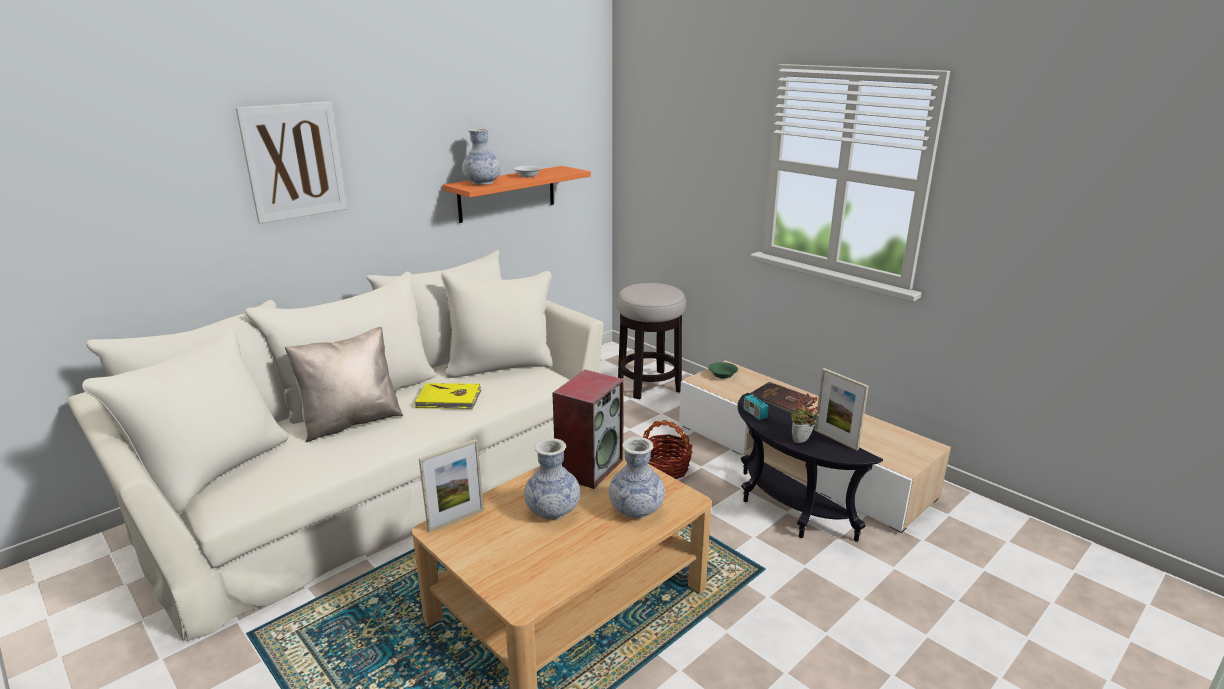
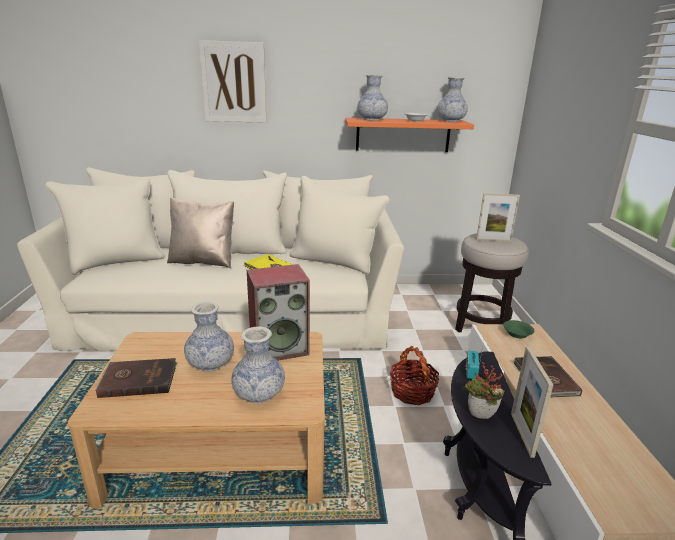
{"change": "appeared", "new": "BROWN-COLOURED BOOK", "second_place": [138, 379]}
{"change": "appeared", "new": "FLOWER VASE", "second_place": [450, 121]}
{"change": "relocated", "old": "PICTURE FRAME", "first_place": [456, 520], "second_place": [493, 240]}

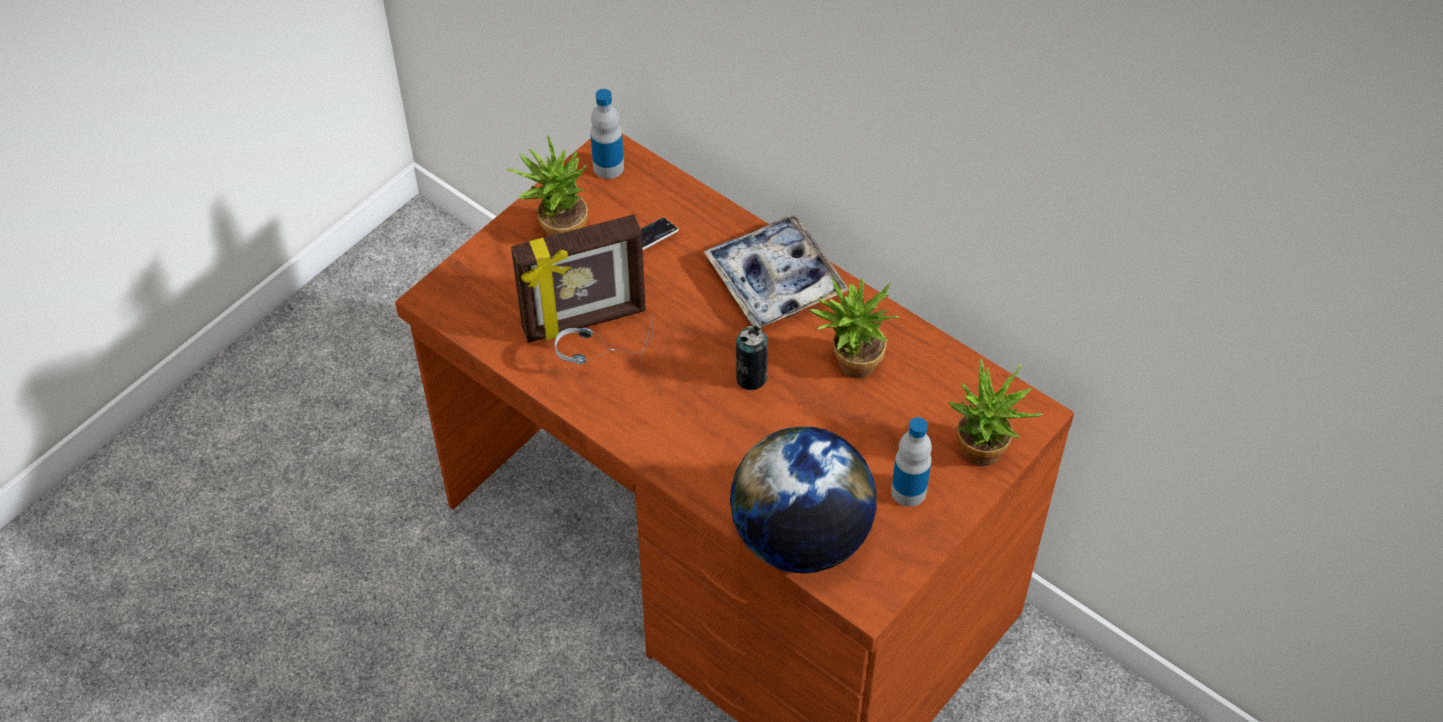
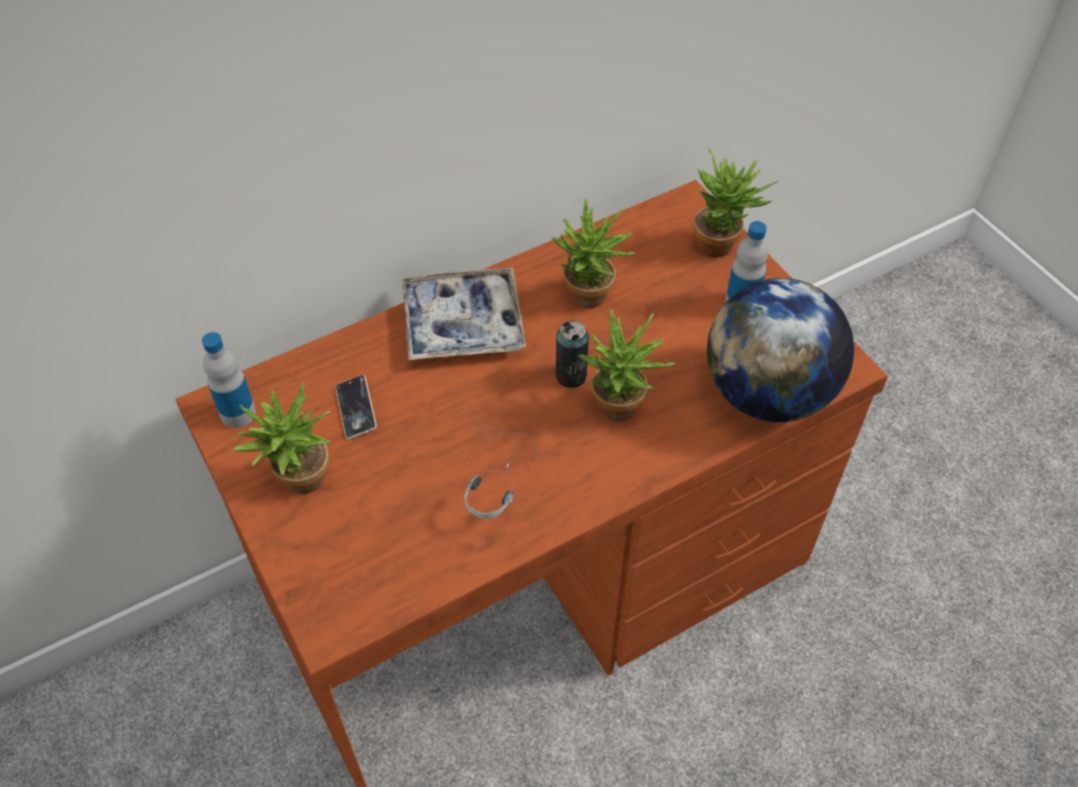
{"change": "appeared", "new": "HOUSEPLANT", "second_place": [621, 412]}
{"change": "missing", "old": "PICTURE FRAME", "first_place": [584, 321]}

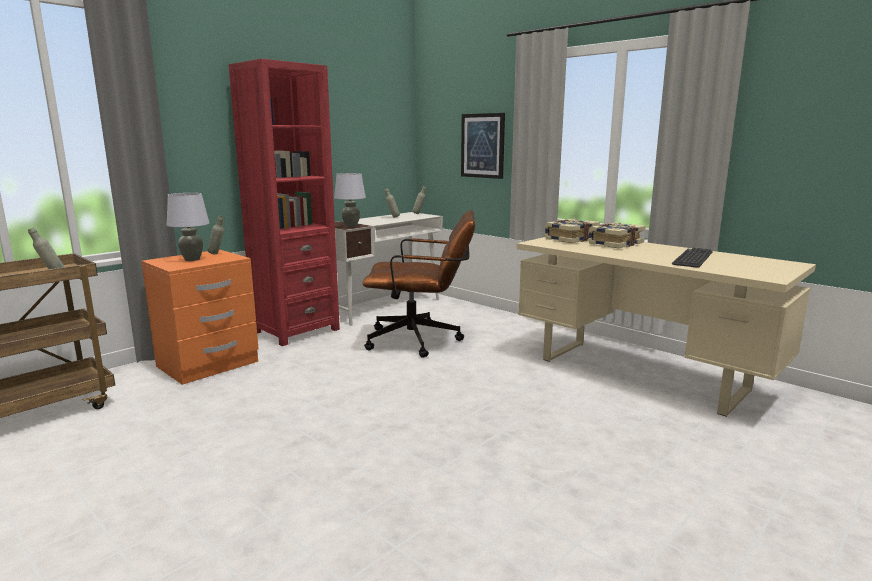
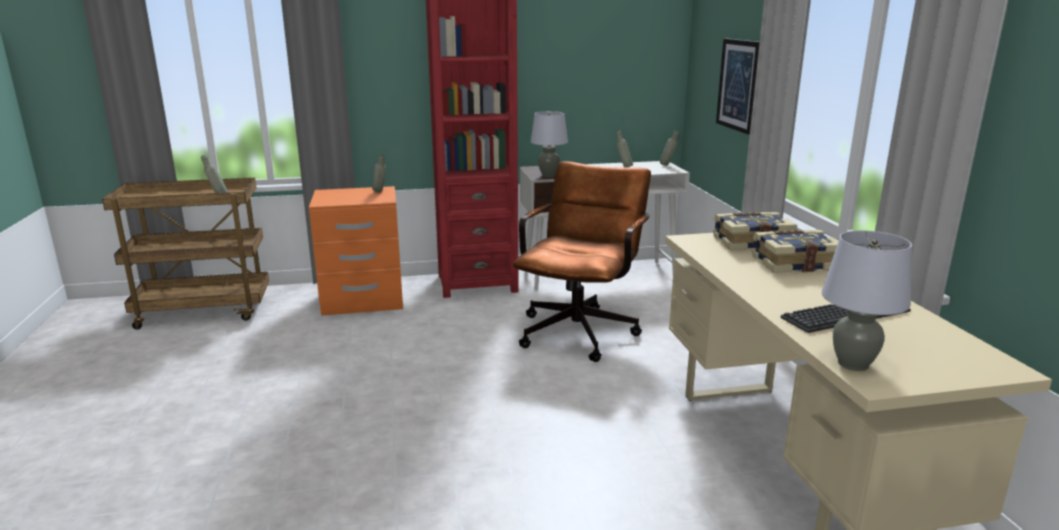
{"change": "spun", "old": "BROWN-COLOURED COMPUTER CHAIR", "first_place": [421, 341], "second_place": [581, 329], "degrees": -105}
{"change": "relocated", "old": "GREYISH LAMP FOR A TABLE", "first_place": [192, 259], "second_place": [853, 364]}

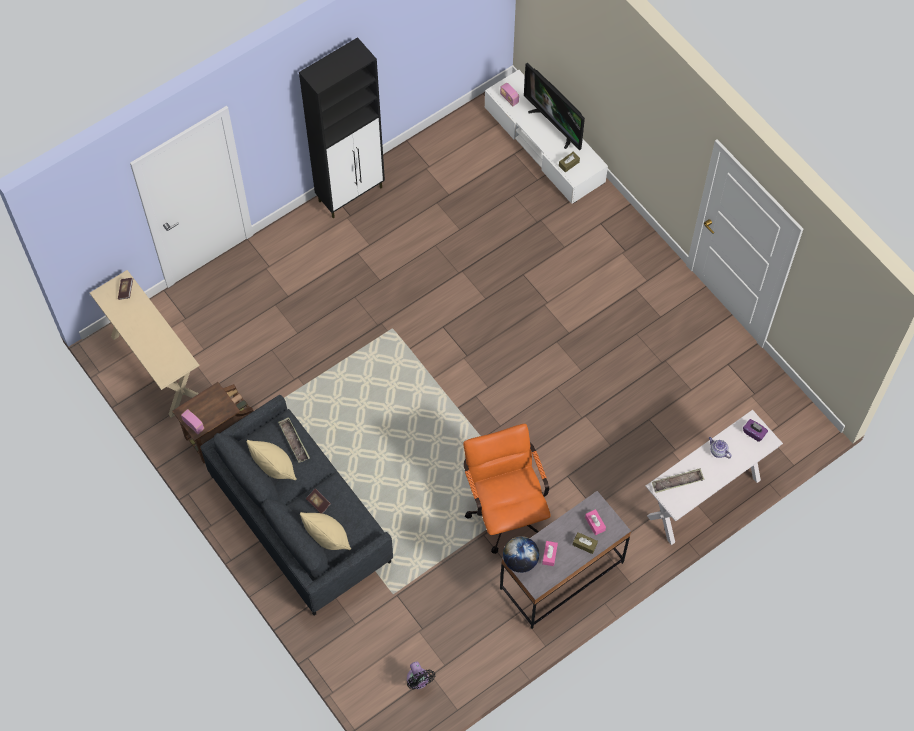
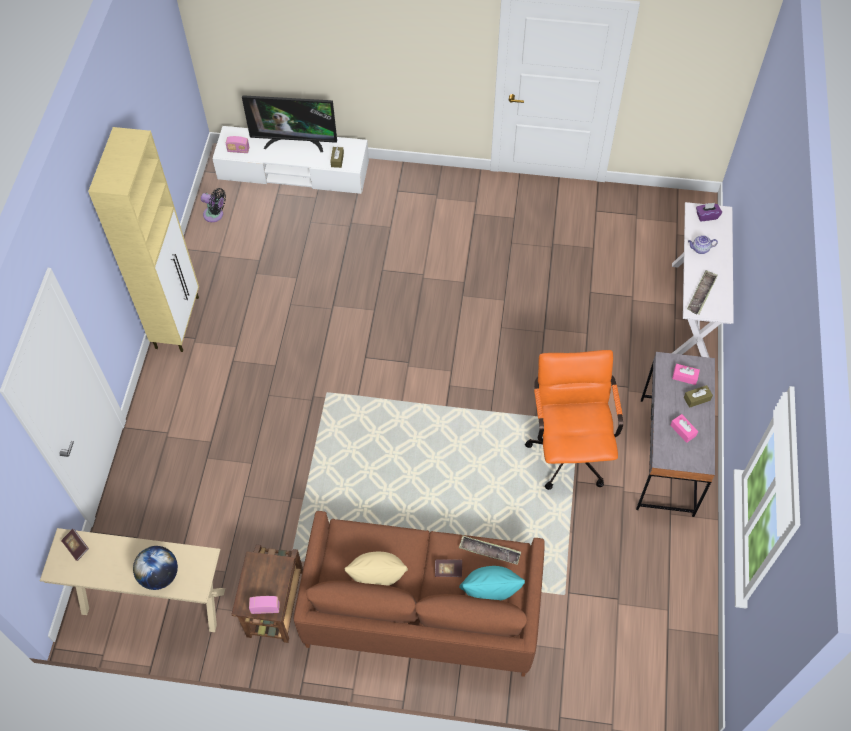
{"change": "colour", "old": "BLACKISH CABINET", "new": "BEIGE CABINET", "first_place": [351, 194], "second_place": [178, 321]}
{"change": "relocated", "old": "WORLD GLOBE", "first_place": [520, 560], "second_place": [160, 575]}
{"change": "relocated", "old": "BLACKISH COOLING FAN", "first_place": [418, 680], "second_place": [215, 215]}
{"change": "colour", "old": "GREYISH COUCH", "new": "BROWN-COLOURED COUCH", "first_place": [300, 518], "second_place": [421, 608]}
{"change": "relocated", "old": "SERVING TRAY", "first_place": [294, 441], "second_place": [489, 551]}
{"change": "colour", "old": "BEIGE THROW PILLOW", "new": "TURQUOISE-COLOURED THROW PILLOW", "first_place": [327, 539], "second_place": [490, 592]}
{"change": "spun", "old": "ORANGE-COLOURED COMPUTER CHAIR", "first_place": [505, 509], "second_place": [569, 447], "degrees": 60}

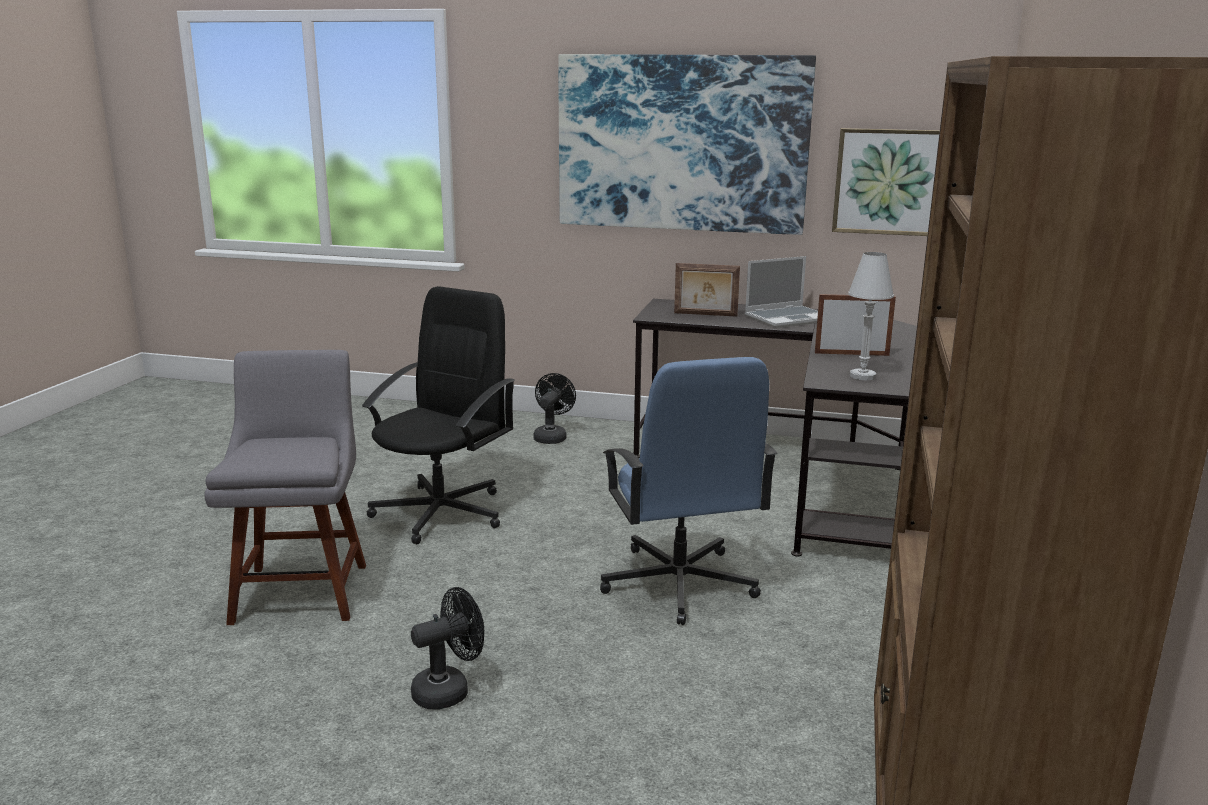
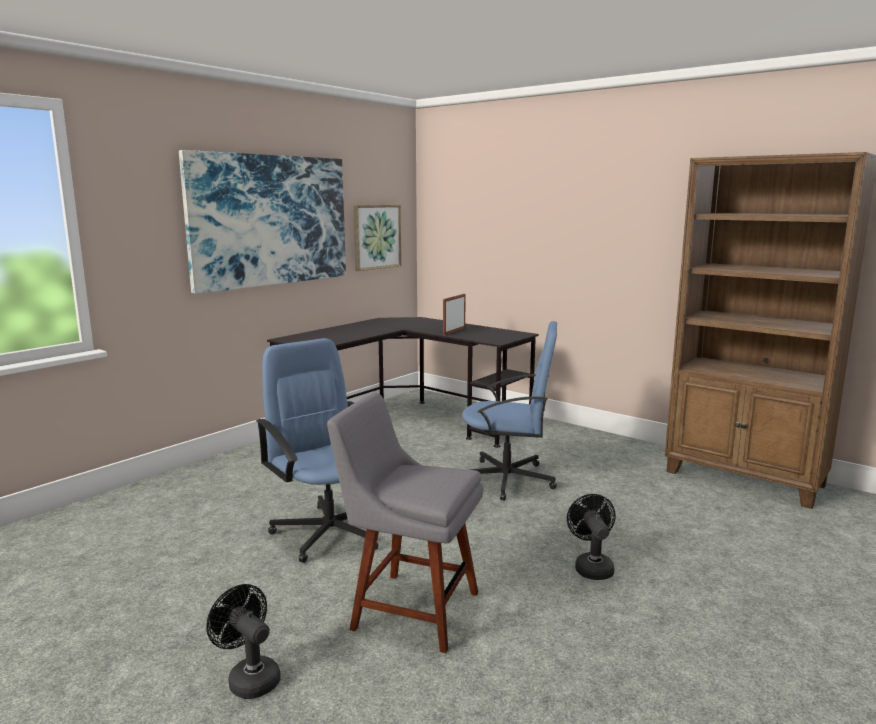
{"change": "relocated", "old": "BLACKISH COOLING FAN", "first_place": [552, 436], "second_place": [249, 678]}
{"change": "colour", "old": "BLACKISH COMPUTER CHAIR", "new": "BLUE COMPUTER CHAIR", "first_place": [442, 512], "second_place": [329, 531]}
{"change": "missing", "old": "PICTURE FRAME", "first_place": [705, 315]}
{"change": "missing", "old": "PORTABLE COMPUTER", "first_place": [788, 318]}
{"change": "missing", "old": "WHITE-COLOURED LAMP FOR A TABLE", "first_place": [862, 376]}

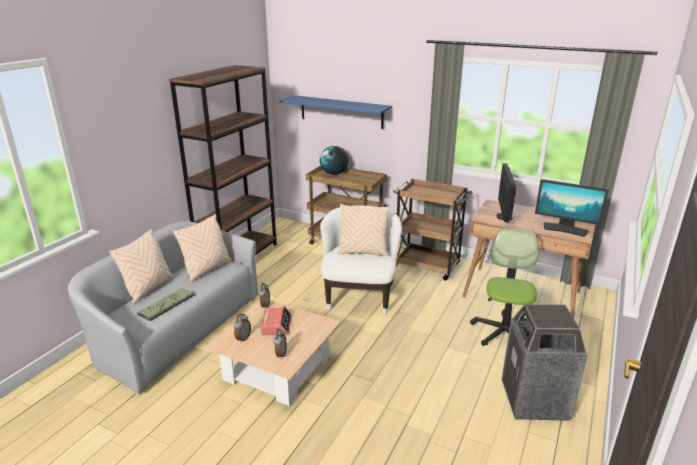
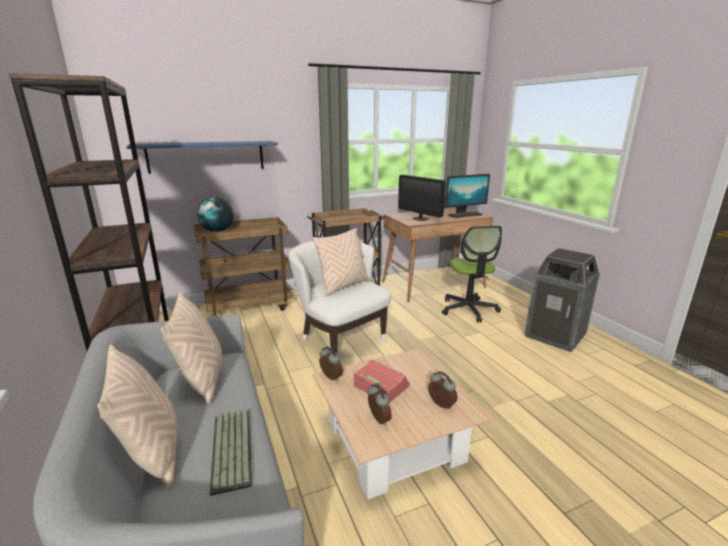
{"change": "spun", "old": "COMPUTER CHAIR", "first_place": [504, 332], "second_place": [469, 309], "degrees": -150}

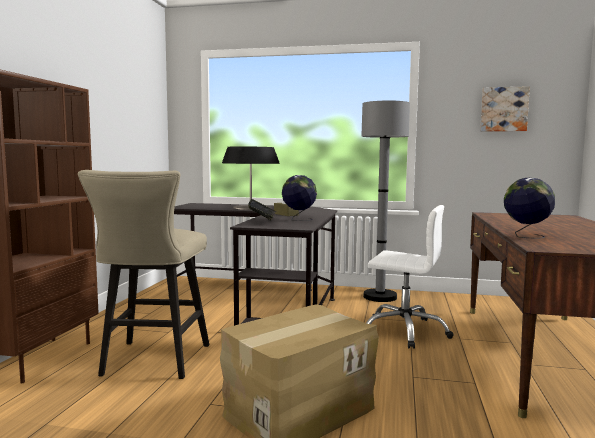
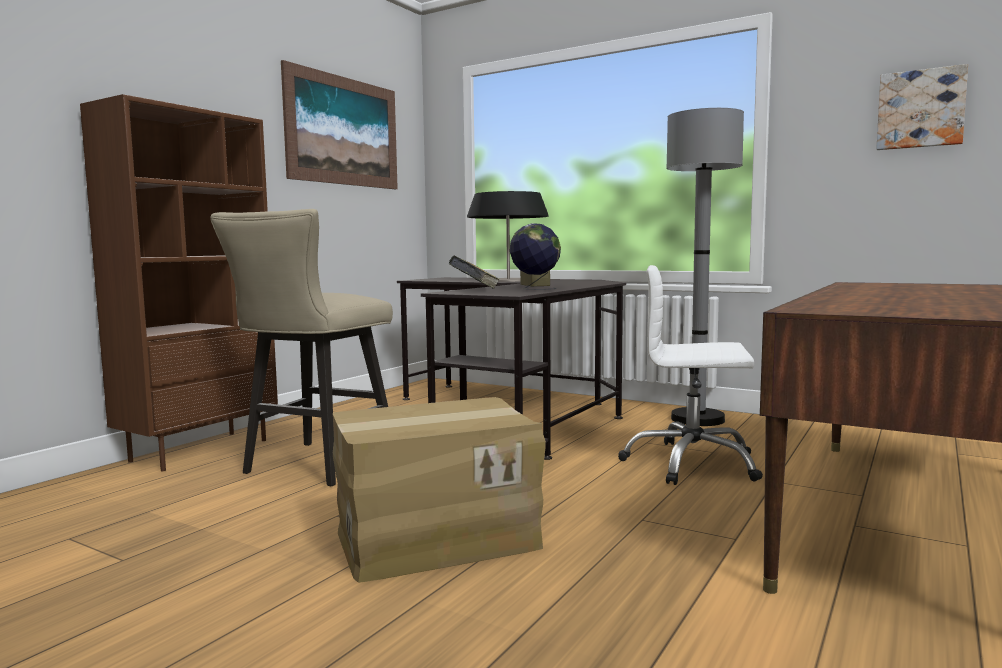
{"change": "appeared", "new": "PICTURE", "second_place": [343, 131]}
{"change": "spun", "old": "WHITE-COLOURED COMPUTER CHAIR", "first_place": [404, 331], "second_place": [691, 464], "degrees": 150}
{"change": "missing", "old": "WORLD GLOBE", "first_place": [526, 236]}

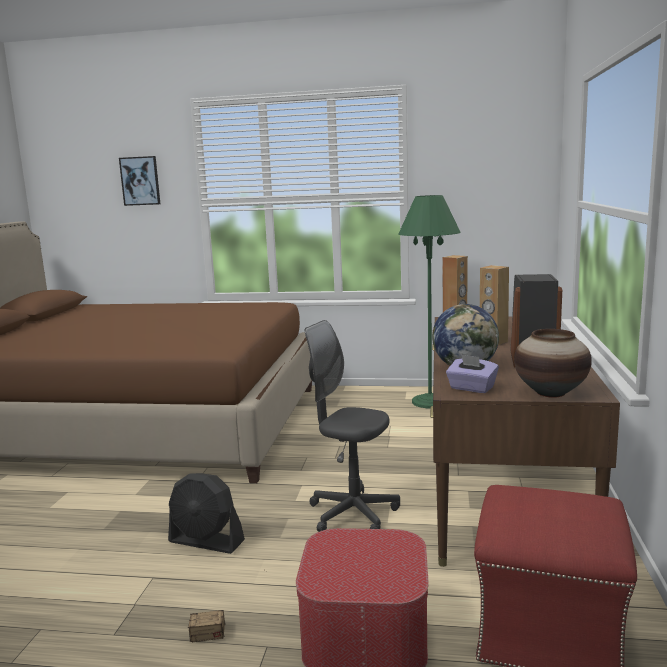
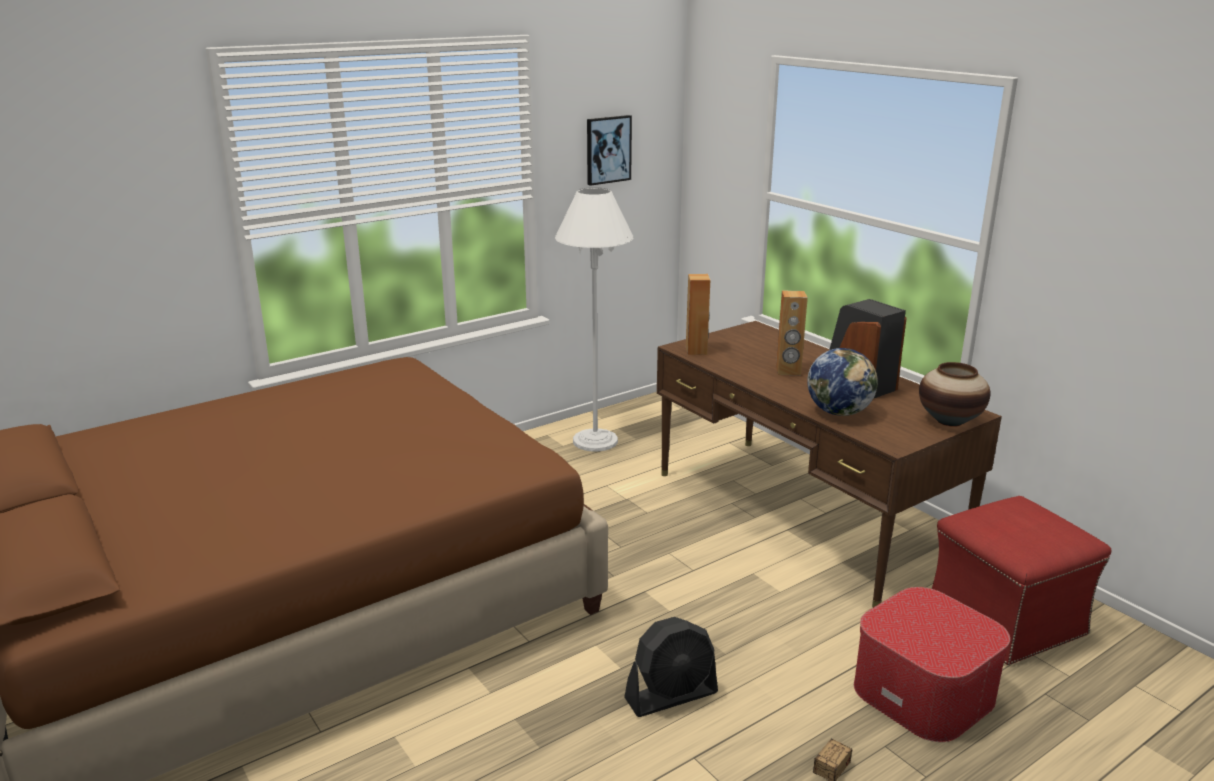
{"change": "colour", "old": "GREEN STANDARD LAMP", "new": "WHITE-COLOURED STANDARD LAMP", "first_place": [430, 402], "second_place": [595, 441]}
{"change": "relocated", "old": "PICTURE", "first_place": [140, 181], "second_place": [608, 149]}
{"change": "missing", "old": "GREYISH COMPUTER CHAIR", "first_place": [353, 514]}
{"change": "missing", "old": "PURPLE TISSUE HOLDER", "first_place": [471, 388]}

